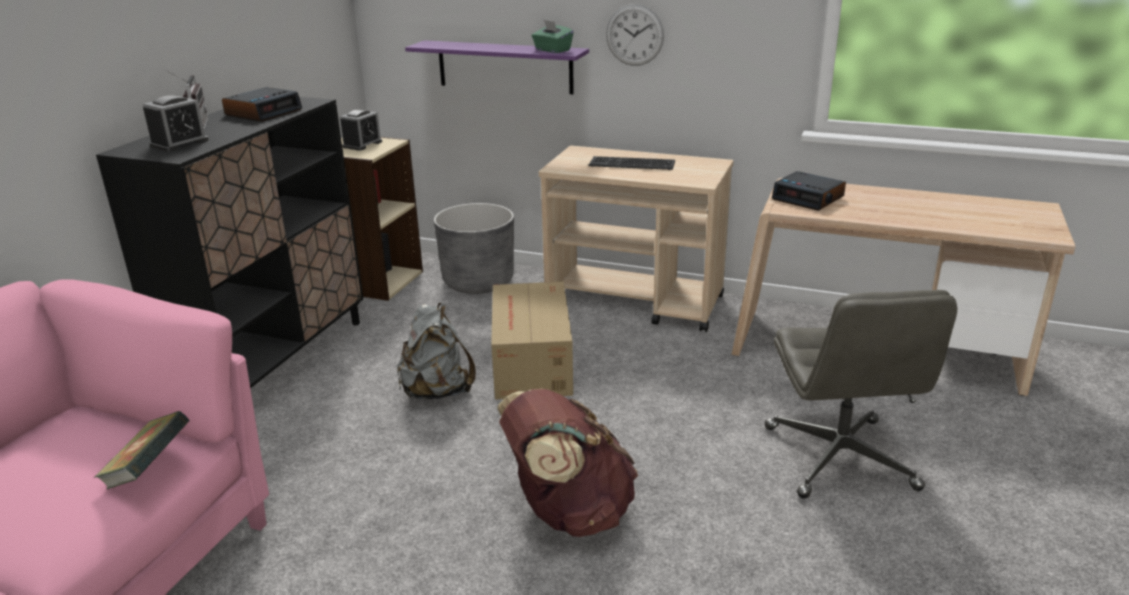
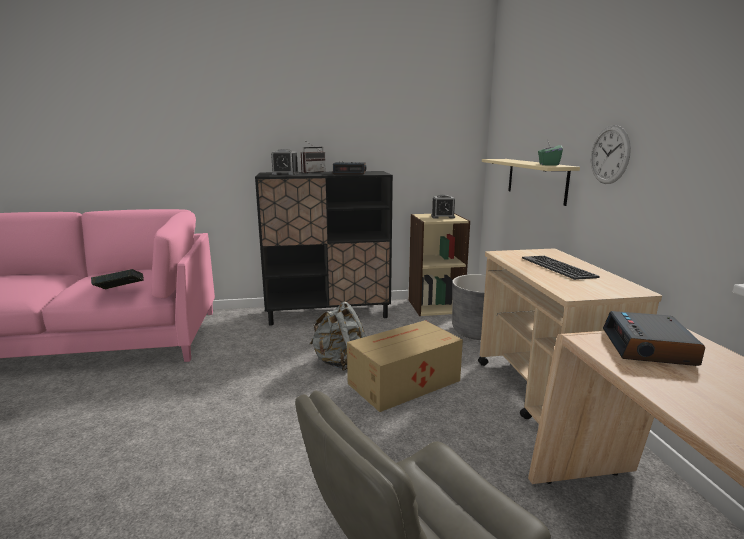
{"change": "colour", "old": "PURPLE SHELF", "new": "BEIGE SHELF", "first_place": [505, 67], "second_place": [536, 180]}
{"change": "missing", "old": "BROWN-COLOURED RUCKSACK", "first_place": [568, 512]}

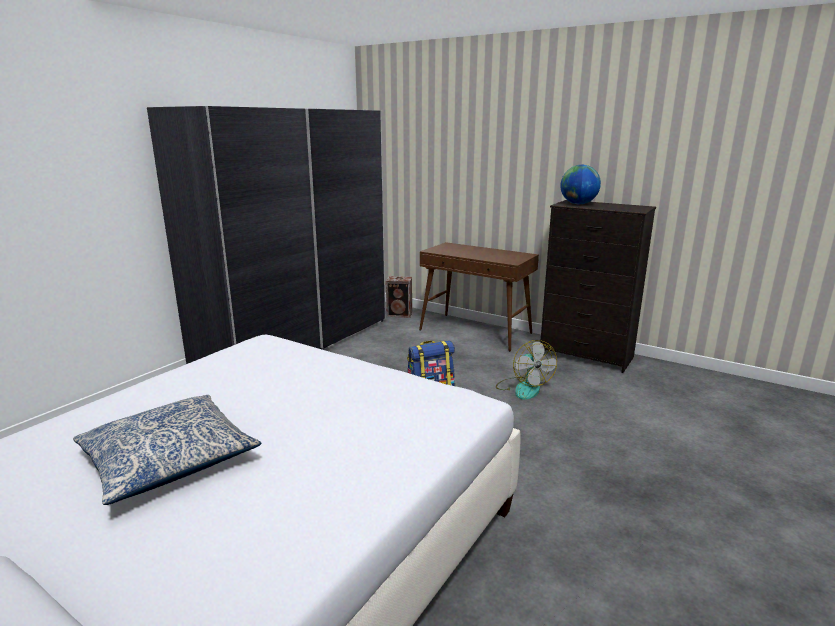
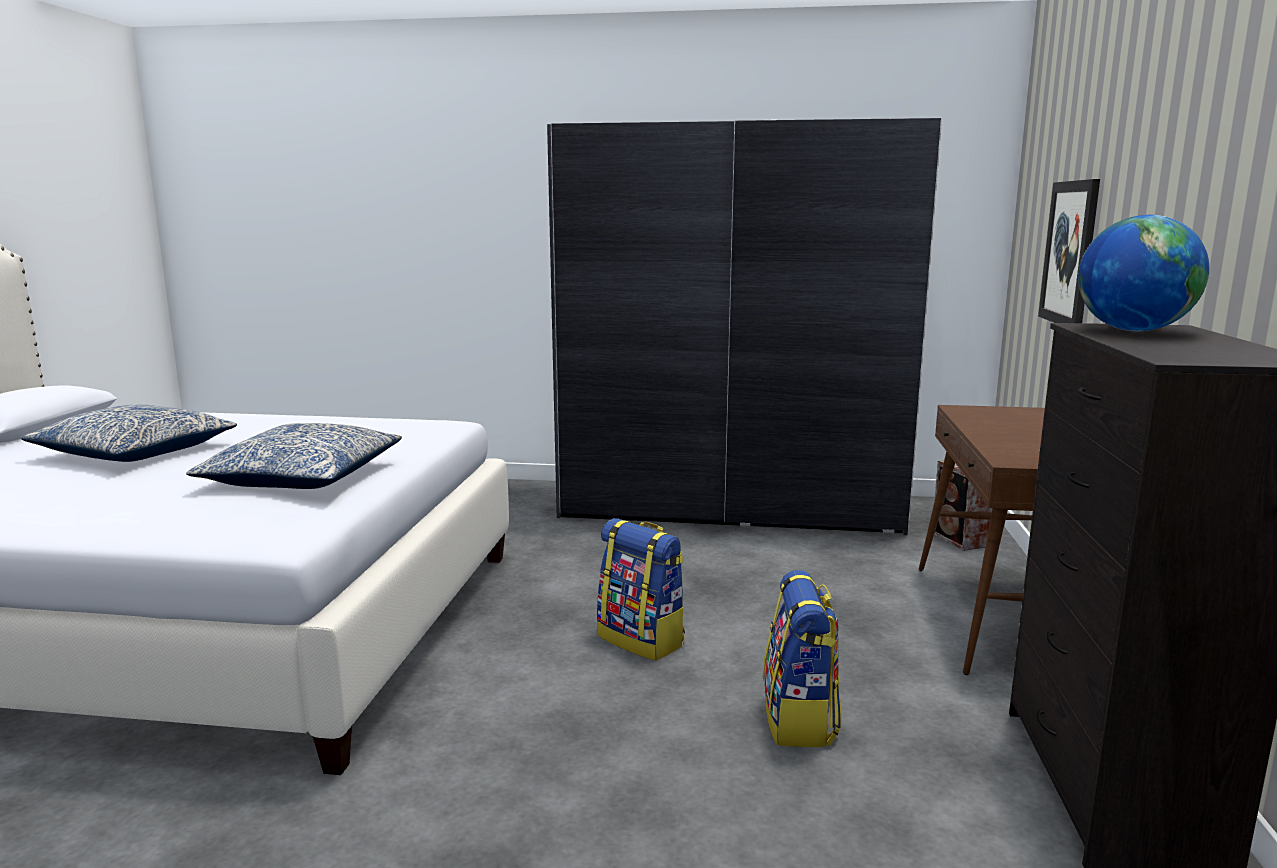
{"change": "appeared", "new": "THROW PILLOW", "second_place": [303, 477]}
{"change": "exchanged", "old": "COOLING FAN", "new": "RUCKSACK", "first_place": [523, 388], "second_place": [800, 720]}
{"change": "appeared", "new": "PICTURE", "second_place": [1070, 253]}

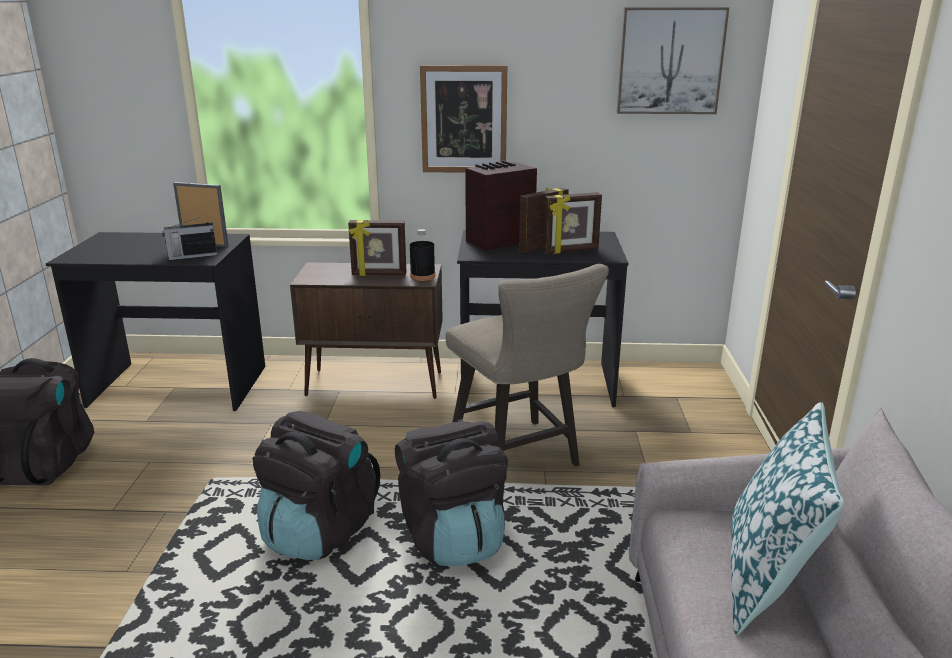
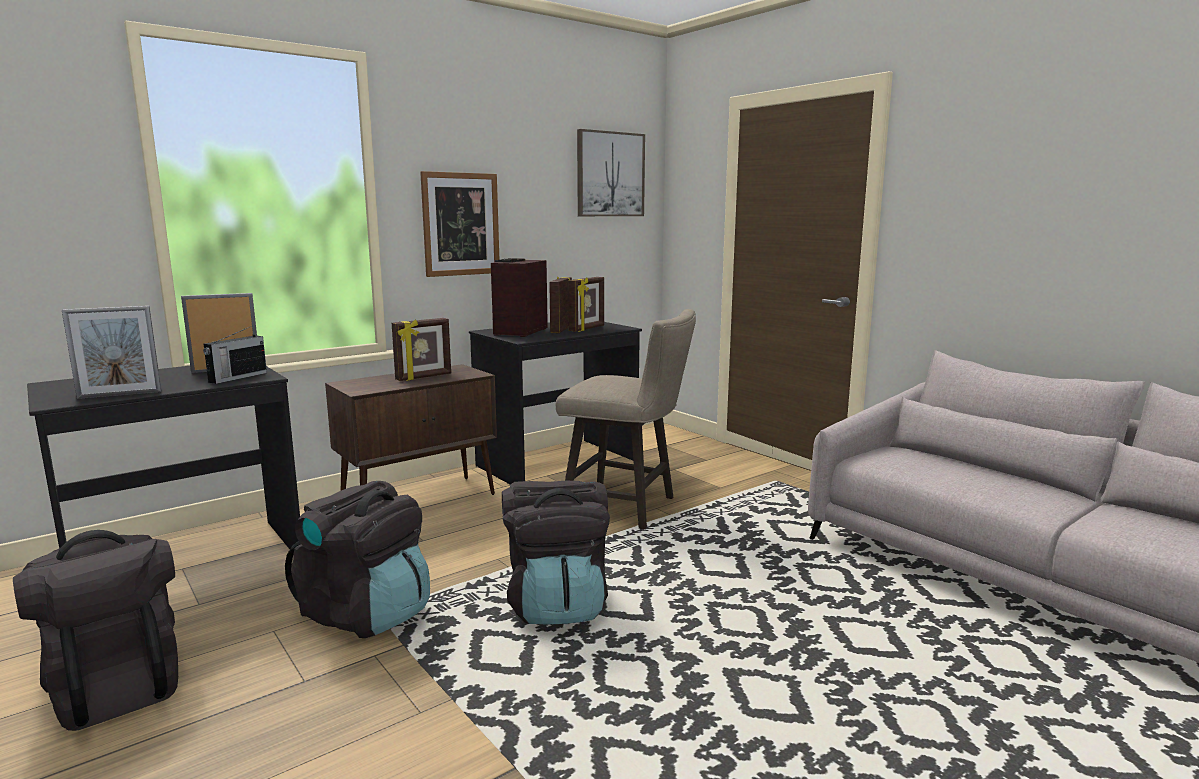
{"change": "appeared", "new": "PICTURE FRAME", "second_place": [120, 395]}
{"change": "relocated", "old": "BLACKISH RUCKSACK", "first_place": [453, 537], "second_place": [366, 614]}
{"change": "missing", "old": "BLACKISH BEVERAGE BOTTLE", "first_place": [422, 276]}
{"change": "missing", "old": "THROW PILLOW", "first_place": [767, 578]}

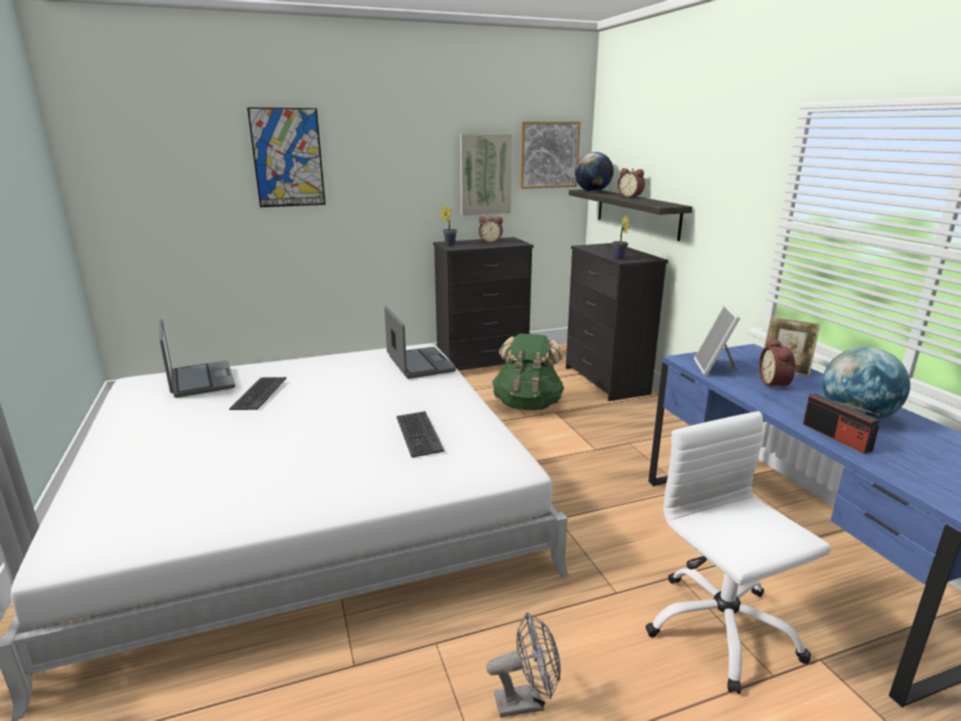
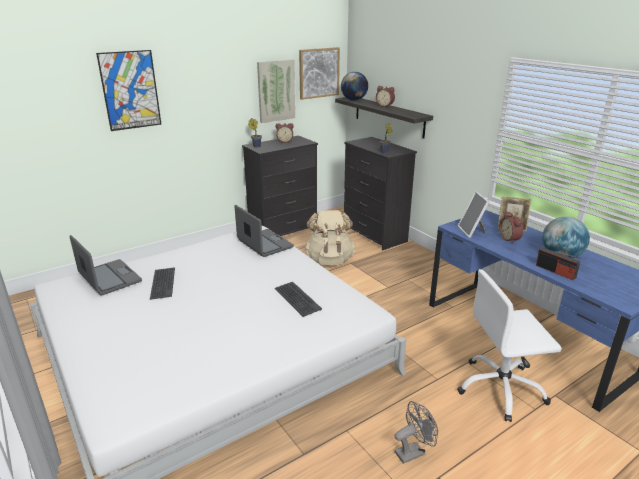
{"change": "colour", "old": "GREEN RUCKSACK", "new": "BEIGE RUCKSACK", "first_place": [527, 404], "second_place": [330, 260]}
{"change": "spun", "old": "WHITE-COLOURED COMPUTER CHAIR", "first_place": [721, 628], "second_place": [500, 389], "degrees": -60}

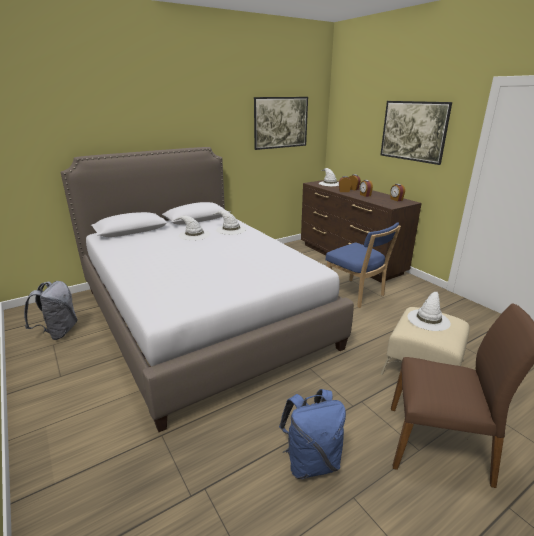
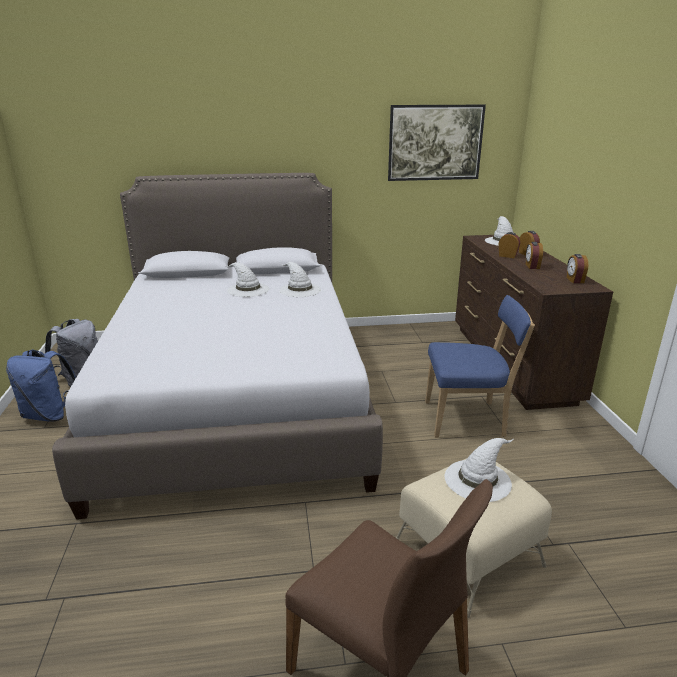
{"change": "relocated", "old": "BLUE RUCKSACK", "first_place": [311, 461], "second_place": [49, 415]}
{"change": "spun", "old": "BLUE CHAIR", "first_place": [356, 295], "second_place": [468, 419], "degrees": -75}
{"change": "missing", "old": "PICTURE", "first_place": [411, 145]}

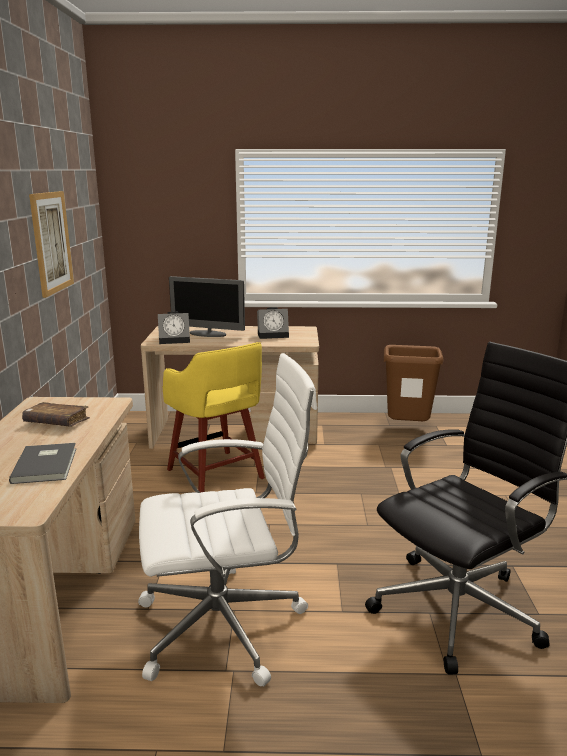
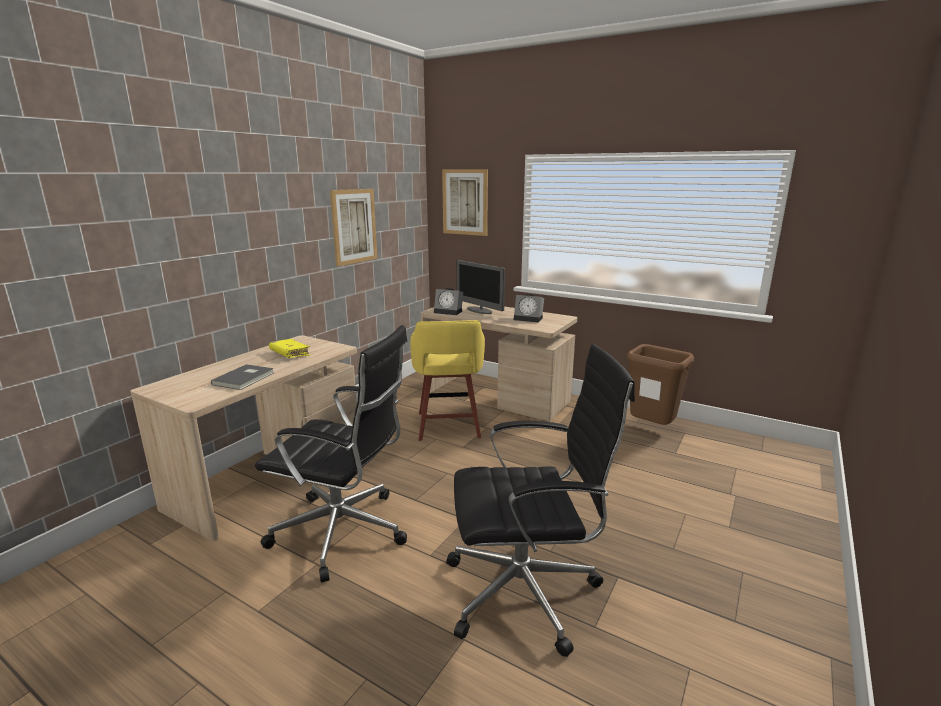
{"change": "colour", "old": "WHITE-COLOURED COMPUTER CHAIR", "new": "BLACKISH COMPUTER CHAIR", "first_place": [226, 625], "second_place": [344, 532]}
{"change": "colour", "old": "BROWN-COLOURED BOOK", "new": "YELLOW BOOK", "first_place": [56, 422], "second_place": [290, 354]}
{"change": "appeared", "new": "PICTURE", "second_place": [465, 202]}

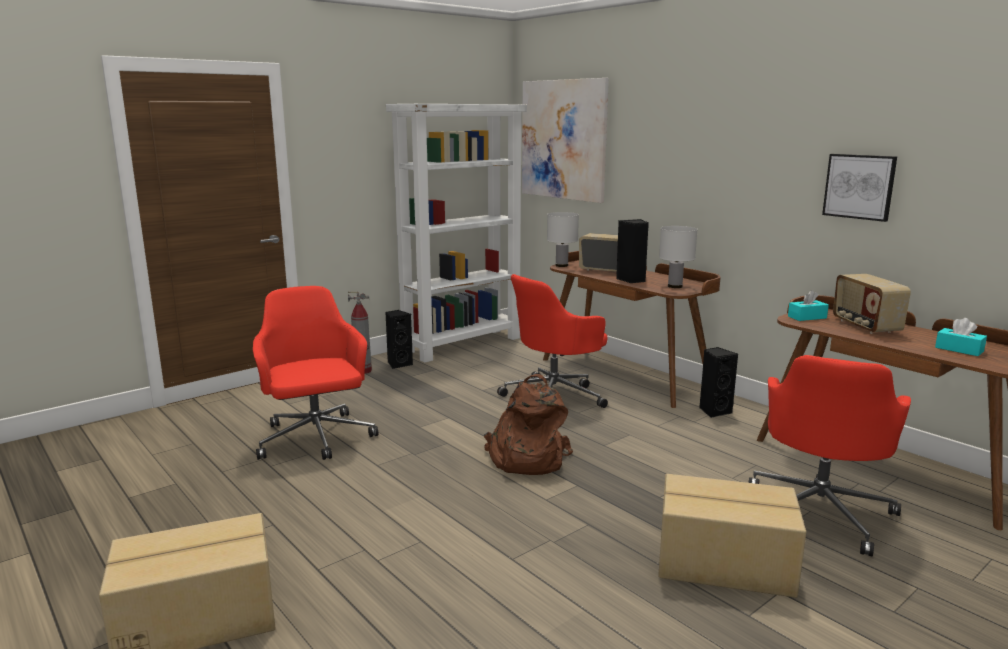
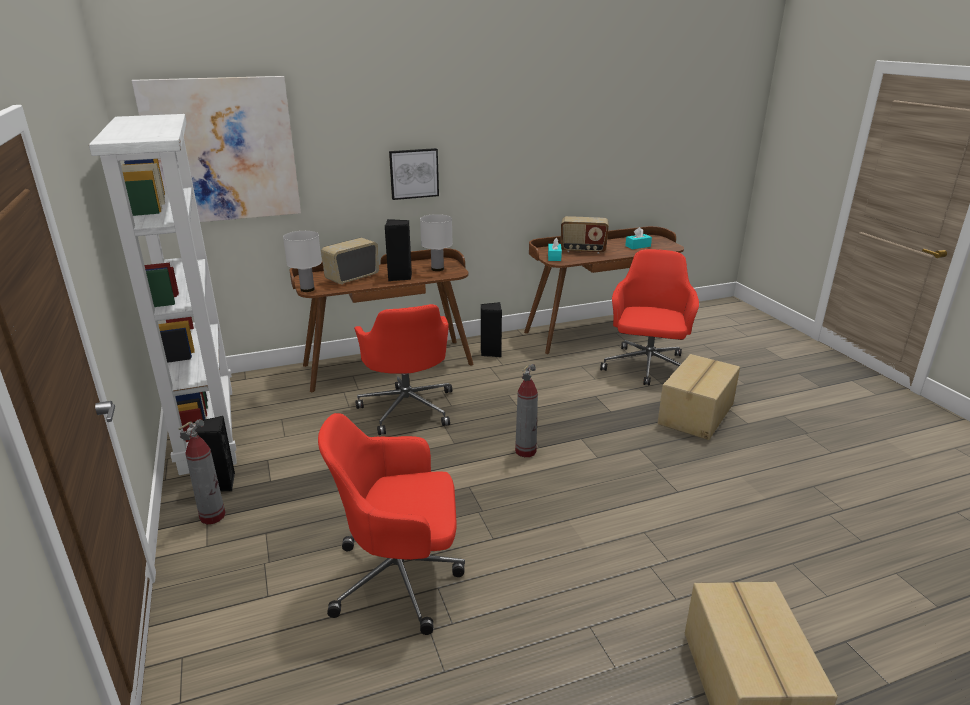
{"change": "relocated", "old": "PICTURE", "first_place": [859, 186], "second_place": [414, 173]}
{"change": "exchanged", "old": "BROWN-COLOURED RUCKSACK", "new": "EXTINGUISHER", "first_place": [526, 459], "second_place": [525, 451]}
{"change": "spun", "old": "RED COMPUTER CHAIR", "first_place": [819, 512], "second_place": [647, 367], "degrees": -120}

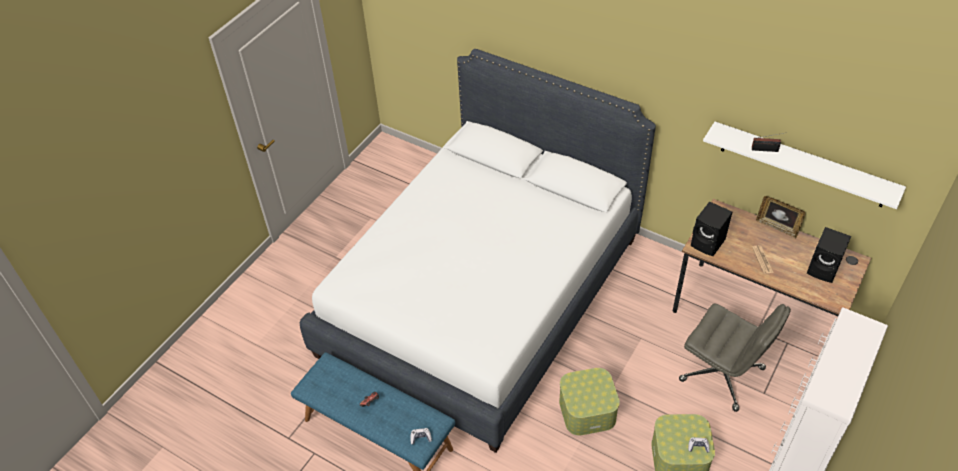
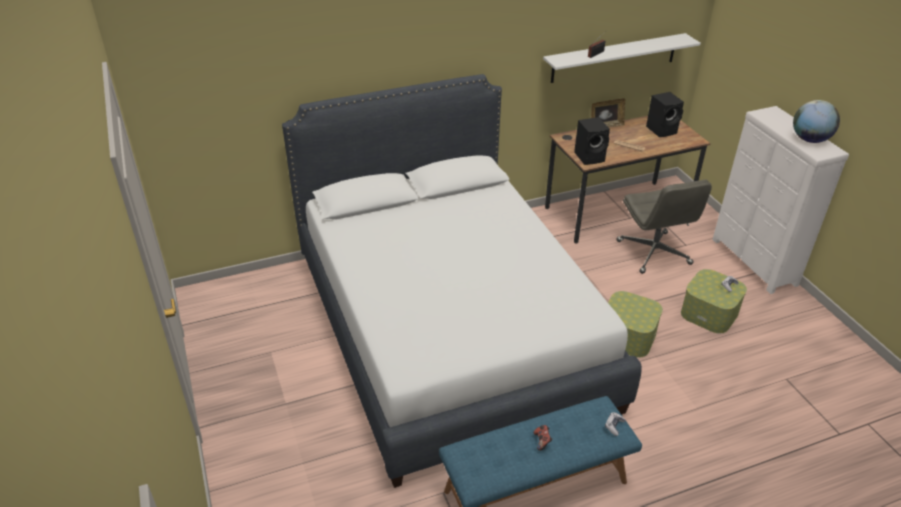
{"change": "spun", "old": "GREYISH COMPUTER CHAIR", "first_place": [723, 374], "second_place": [654, 253], "degrees": 90}
{"change": "appeared", "new": "WORLD GLOBE", "second_place": [809, 140]}

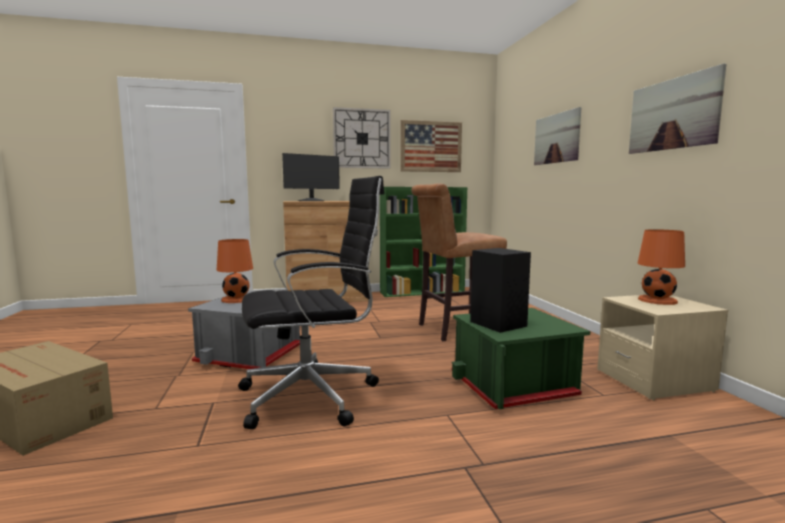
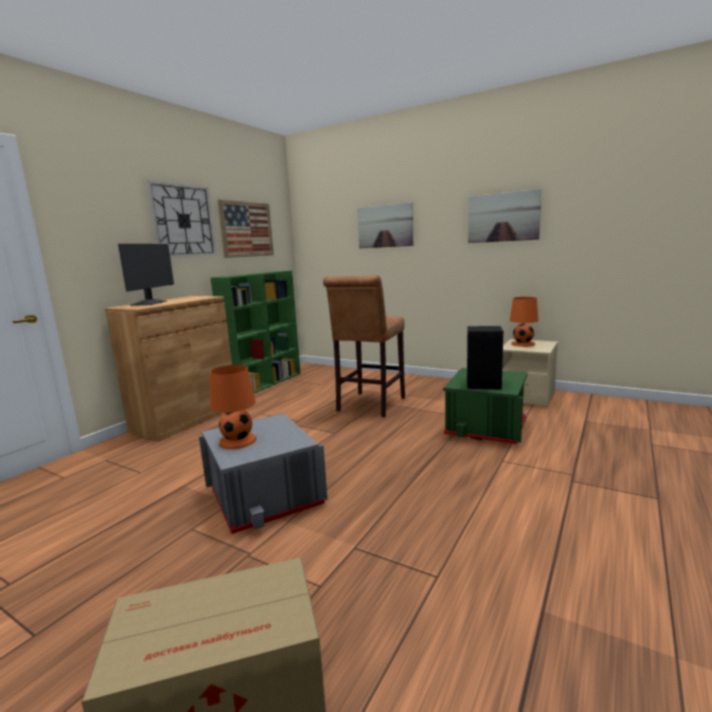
{"change": "missing", "old": "BLACKISH COMPUTER CHAIR", "first_place": [313, 396]}

